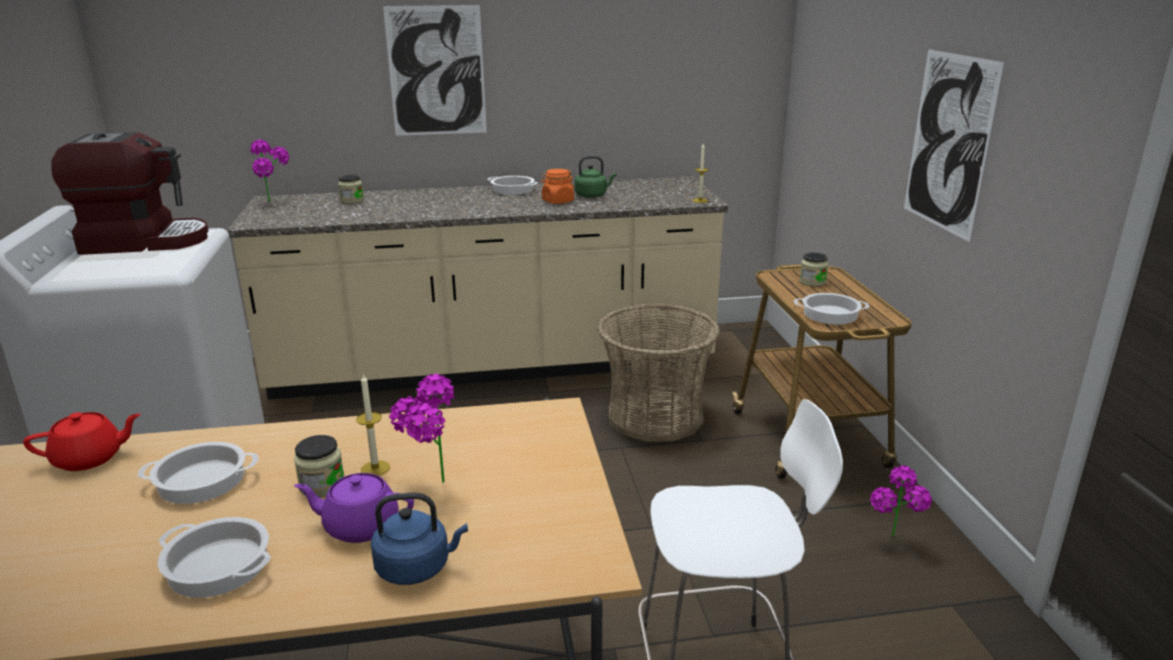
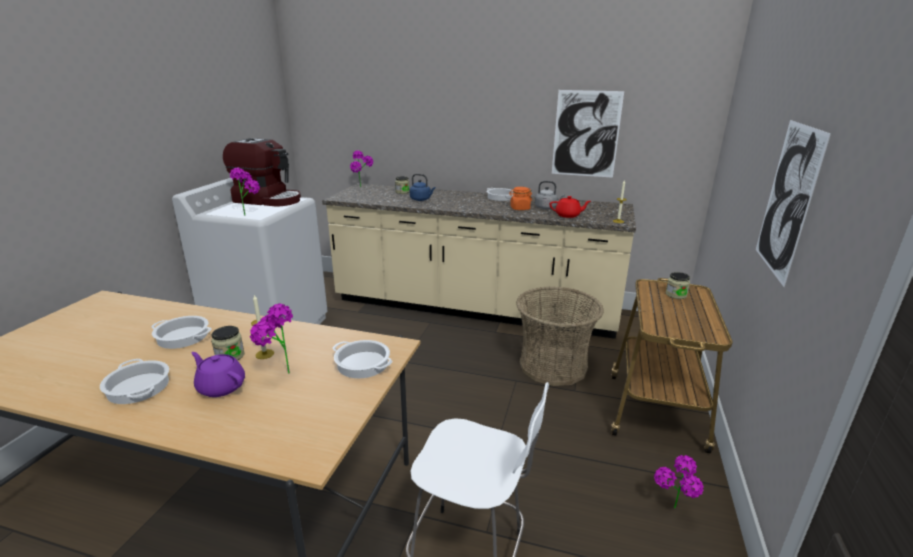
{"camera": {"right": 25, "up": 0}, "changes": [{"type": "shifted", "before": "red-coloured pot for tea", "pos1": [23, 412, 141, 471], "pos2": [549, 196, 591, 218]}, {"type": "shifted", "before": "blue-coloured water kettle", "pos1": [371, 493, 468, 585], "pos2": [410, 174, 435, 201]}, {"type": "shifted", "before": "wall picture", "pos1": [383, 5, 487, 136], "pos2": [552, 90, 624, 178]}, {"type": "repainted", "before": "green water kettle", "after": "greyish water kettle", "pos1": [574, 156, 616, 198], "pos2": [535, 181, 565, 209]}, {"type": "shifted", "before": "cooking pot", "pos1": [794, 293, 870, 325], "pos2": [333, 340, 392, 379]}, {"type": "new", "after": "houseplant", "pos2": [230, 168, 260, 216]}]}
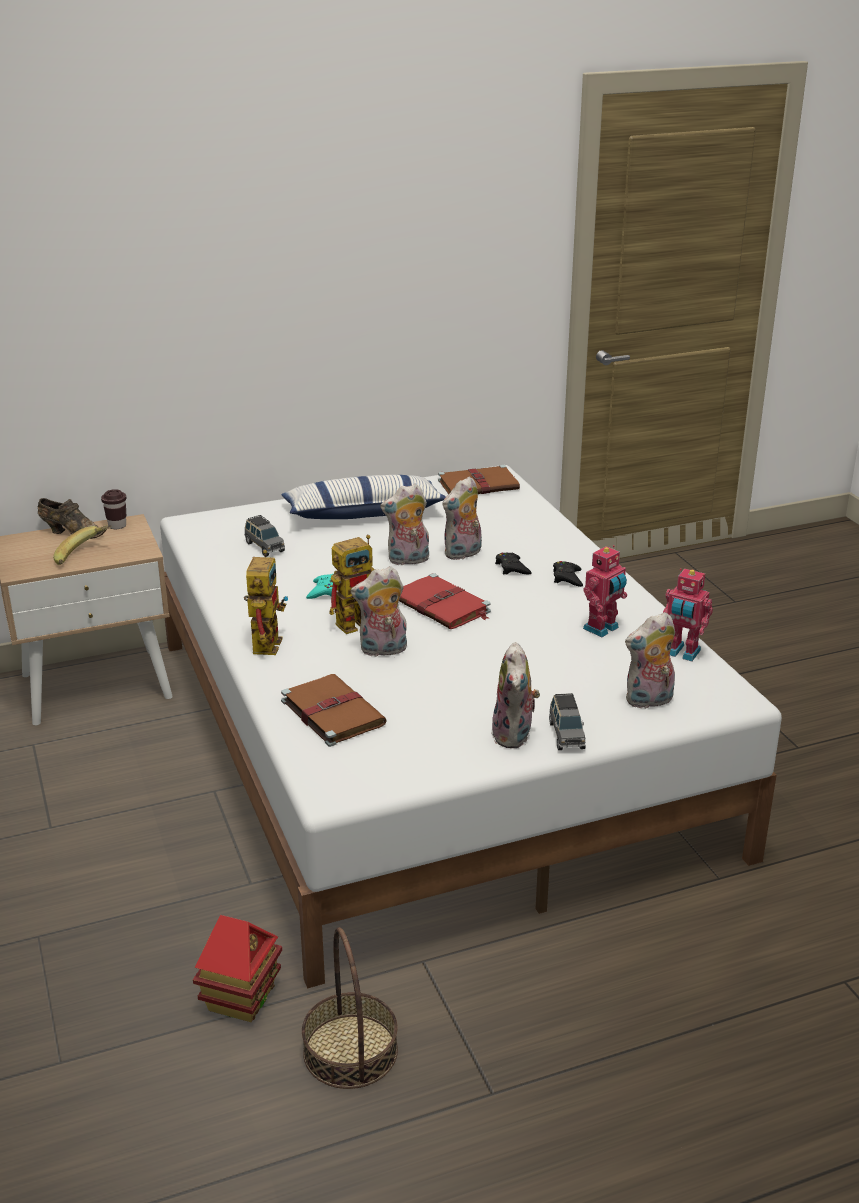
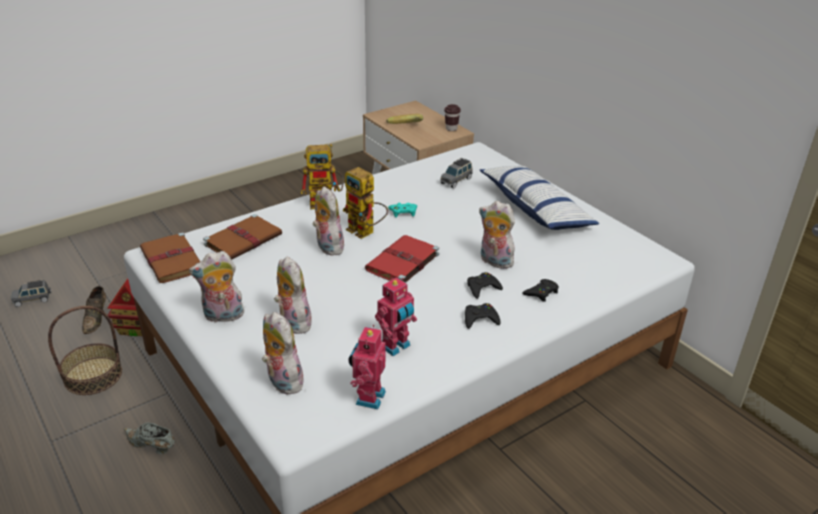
{"camera": {"right": 75, "up": 5}, "changes": [{"type": "shifted", "before": "brown shoe", "pos1": [38, 498, 106, 539], "pos2": [82, 286, 106, 334]}, {"type": "shifted", "before": "plush toy", "pos1": [380, 484, 429, 566], "pos2": [274, 257, 312, 334]}, {"type": "shifted", "before": "brown book", "pos1": [438, 465, 520, 495], "pos2": [140, 232, 201, 283]}, {"type": "shifted", "before": "greyish miniature car", "pos1": [549, 693, 586, 750], "pos2": [11, 280, 51, 307]}, {"type": "rotated", "before": "toy robot", "pos1": [583, 545, 627, 637], "pos2": [375, 277, 417, 356], "turn": -75}, {"type": "new", "after": "greyish shoe", "pos2": [123, 422, 175, 454]}, {"type": "new", "after": "blackish joypad", "pos2": [522, 279, 559, 302]}]}
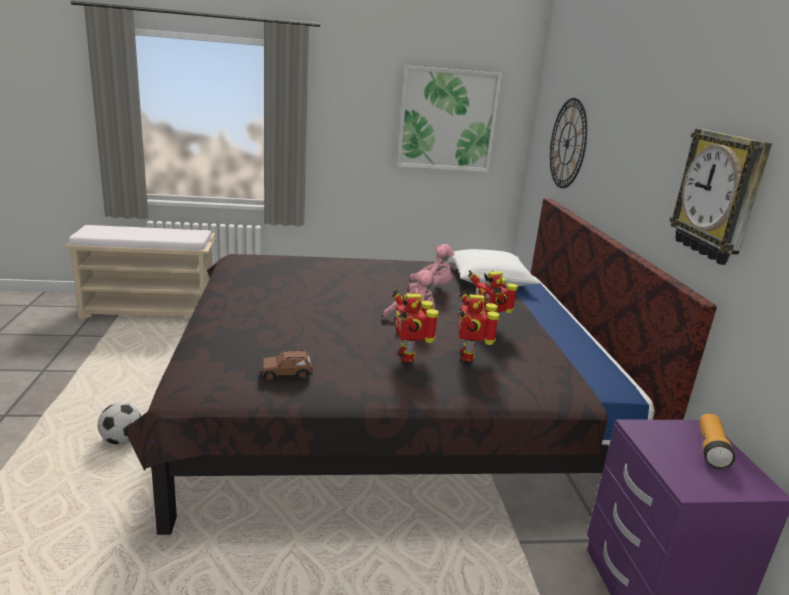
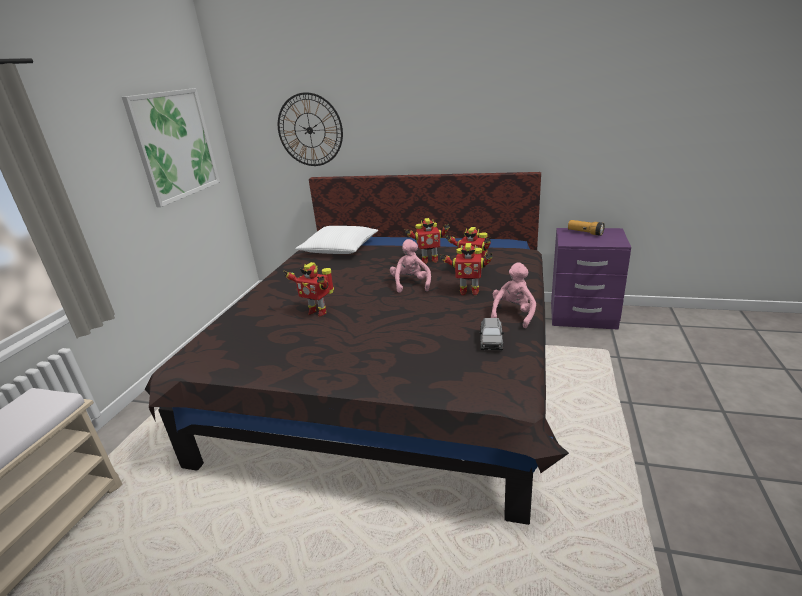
{"camera": {"right": -65, "up": 5}, "changes": [{"type": "gone", "before": "football ball", "pos1": [98, 402, 141, 445]}, {"type": "repainted", "before": "brown miniature car", "after": "greyish miniature car", "pos1": [262, 350, 313, 381], "pos2": [480, 318, 504, 350]}, {"type": "shifted", "before": "pinkish plush toy", "pos1": [408, 244, 455, 292], "pos2": [491, 262, 536, 328]}, {"type": "gone", "before": "clock on the wall", "pos1": [669, 129, 772, 265]}, {"type": "new", "after": "toy robot", "pos2": [283, 262, 334, 317]}]}
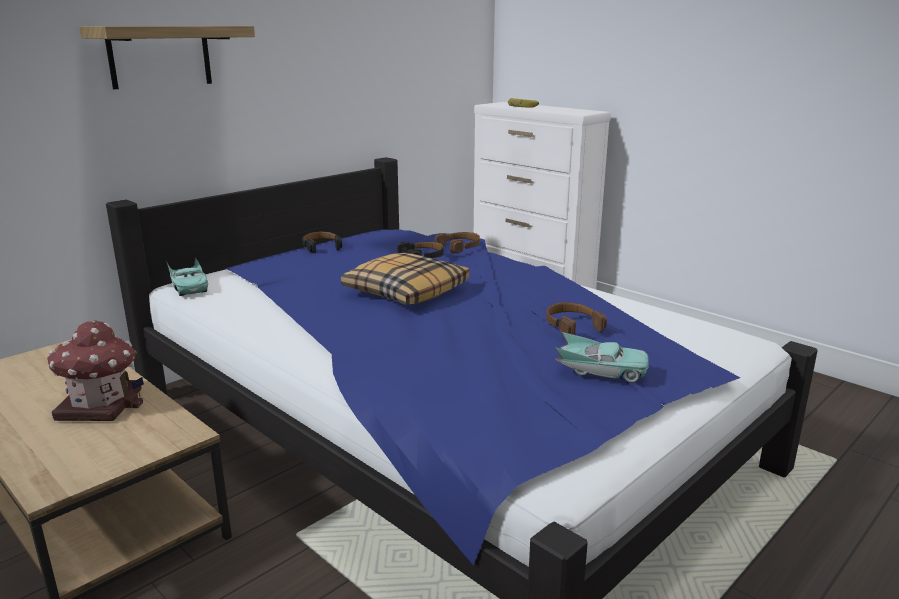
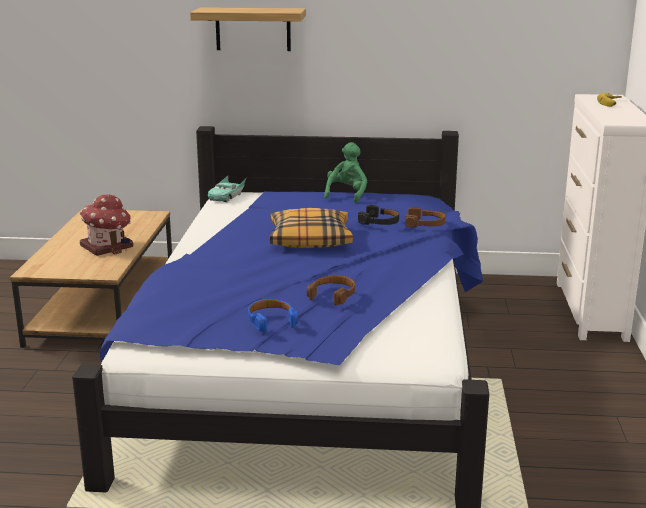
{"camera": {"right": 50, "up": 0}, "changes": [{"type": "swapped", "before": "blackish headphones", "after": "green plush toy", "pos1": [302, 231, 342, 253], "pos2": [324, 142, 367, 203]}, {"type": "swapped", "before": "turquoise miniature car", "after": "blue-coloured headphones", "pos1": [555, 332, 649, 383], "pos2": [248, 299, 298, 333]}]}
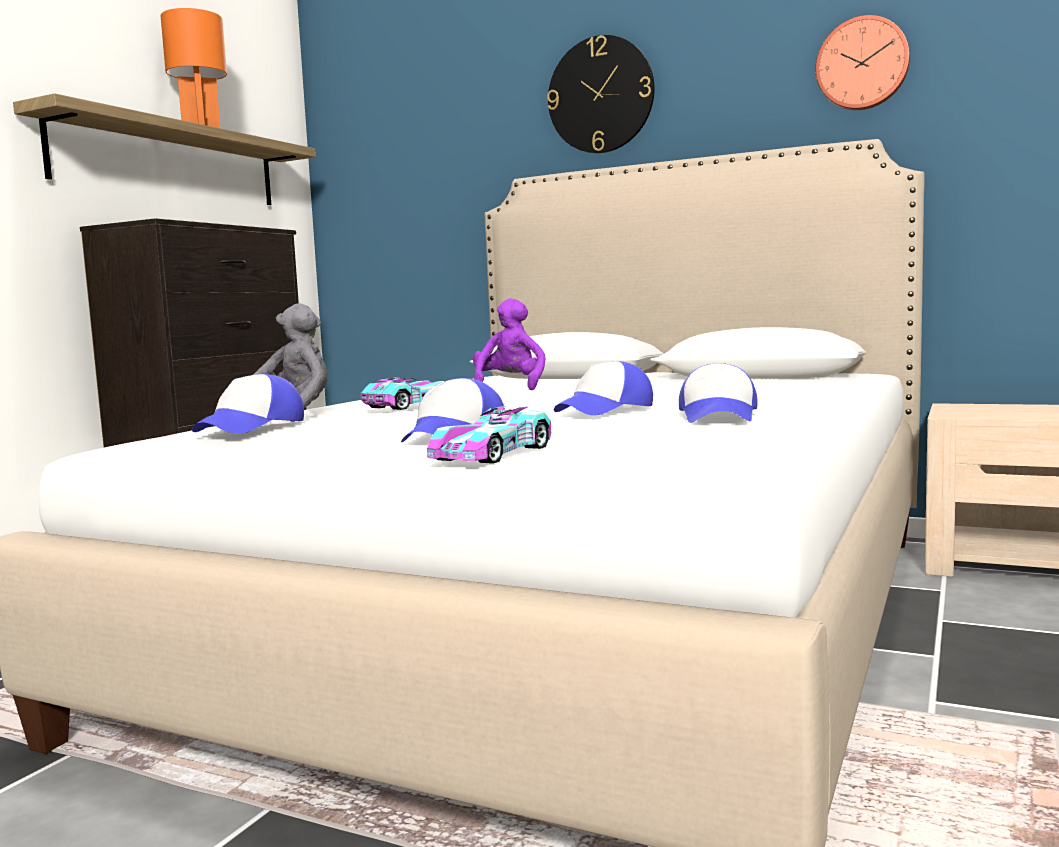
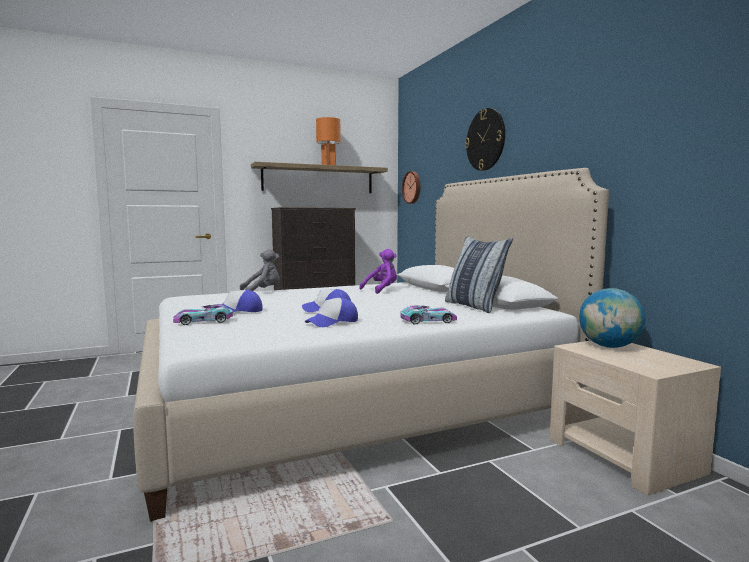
{"camera": {"right": 40, "up": 0}, "changes": [{"type": "gone", "before": "peaked cap", "pos1": [192, 374, 304, 434]}, {"type": "shifted", "before": "miniature car", "pos1": [361, 377, 444, 410], "pos2": [401, 305, 457, 324]}, {"type": "shifted", "before": "clock on the wall", "pos1": [815, 15, 910, 110], "pos2": [402, 171, 420, 204]}, {"type": "new", "after": "cushion", "pos2": [445, 236, 513, 313]}, {"type": "new", "after": "globe", "pos2": [579, 288, 645, 348]}]}
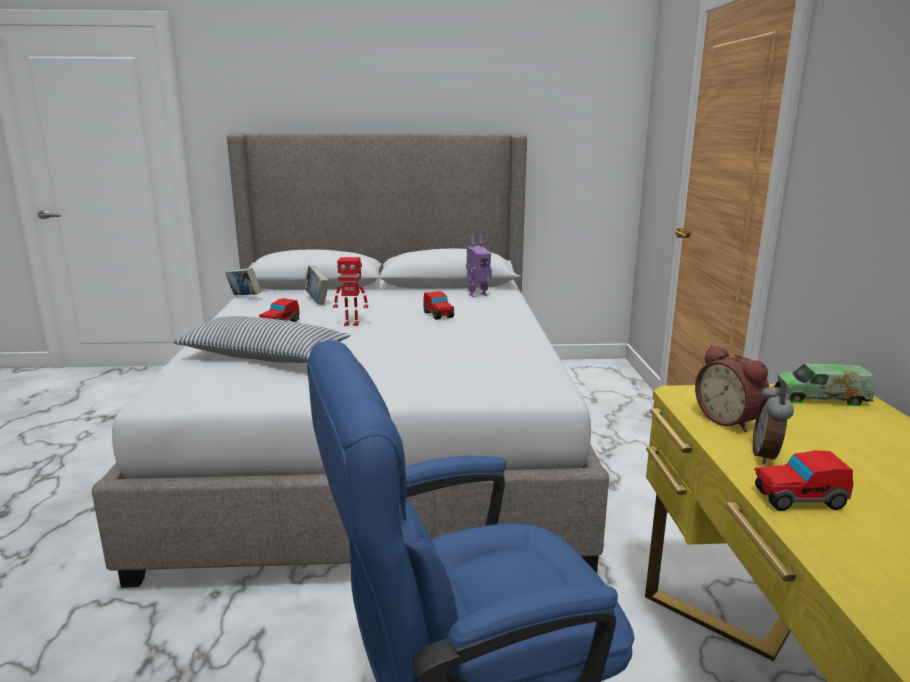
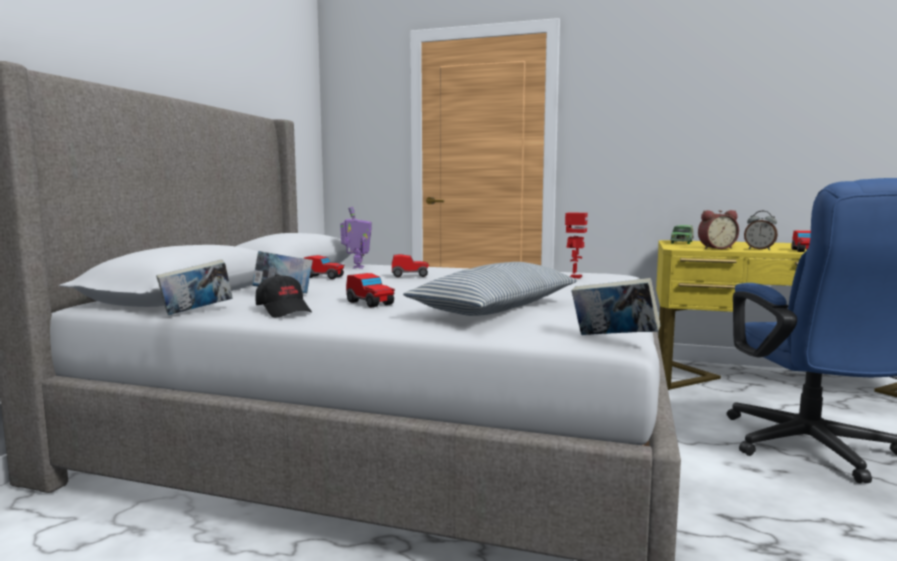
{"camera": {"right": -70, "up": -10}, "changes": [{"type": "shifted", "before": "toy robot", "pos1": [333, 257, 368, 326], "pos2": [565, 213, 588, 279]}, {"type": "new", "after": "blackish peaked cap", "pos2": [255, 274, 312, 318]}, {"type": "new", "after": "miniature car", "pos2": [304, 255, 345, 279]}, {"type": "new", "after": "book", "pos2": [572, 278, 660, 335]}]}
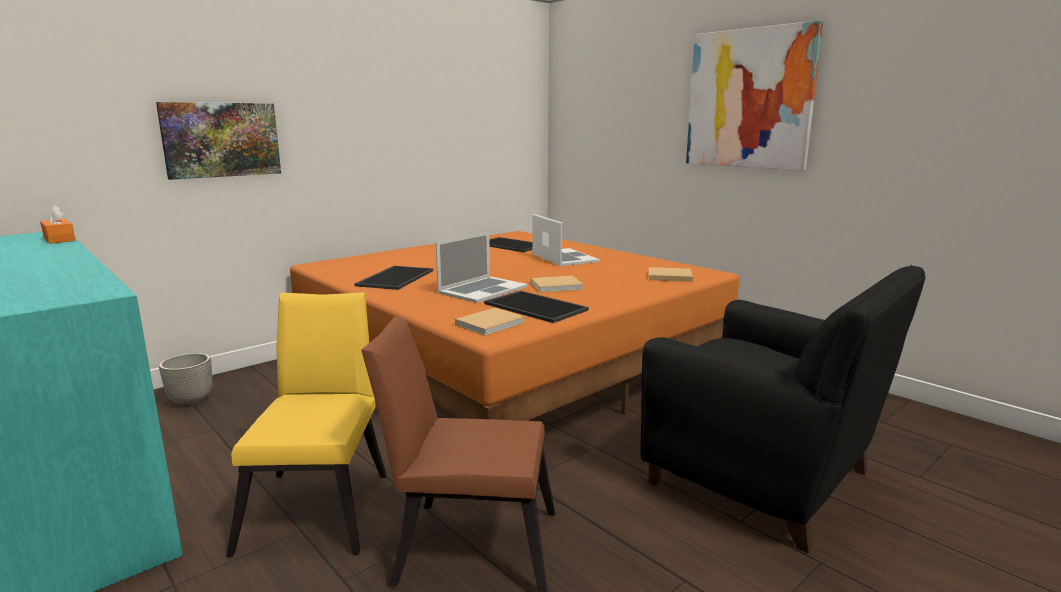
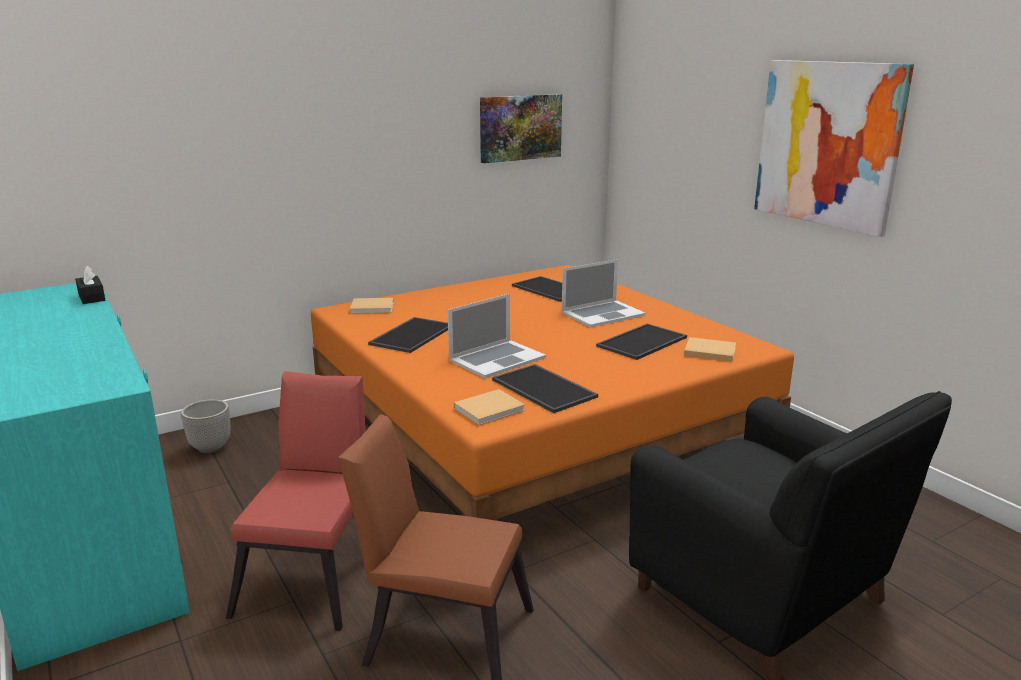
{"camera": {"right": 10, "up": 5}, "changes": [{"type": "repainted", "before": "orangey box of tissues", "after": "blackish box of tissues", "pos1": [40, 205, 76, 244], "pos2": [75, 266, 105, 304]}, {"type": "shifted", "before": "wall picture", "pos1": [156, 102, 281, 180], "pos2": [480, 94, 562, 163]}, {"type": "repainted", "before": "yellowish chair", "after": "red-coloured chair", "pos1": [226, 292, 387, 557], "pos2": [226, 371, 366, 631]}, {"type": "shifted", "before": "beige-coloured book", "pos1": [531, 276, 584, 293], "pos2": [350, 298, 394, 314]}, {"type": "rotated", "before": "notebook computer", "pos1": [532, 214, 600, 266], "pos2": [562, 259, 646, 327], "turn": 75}, {"type": "new", "after": "tray", "pos2": [596, 324, 687, 360]}]}
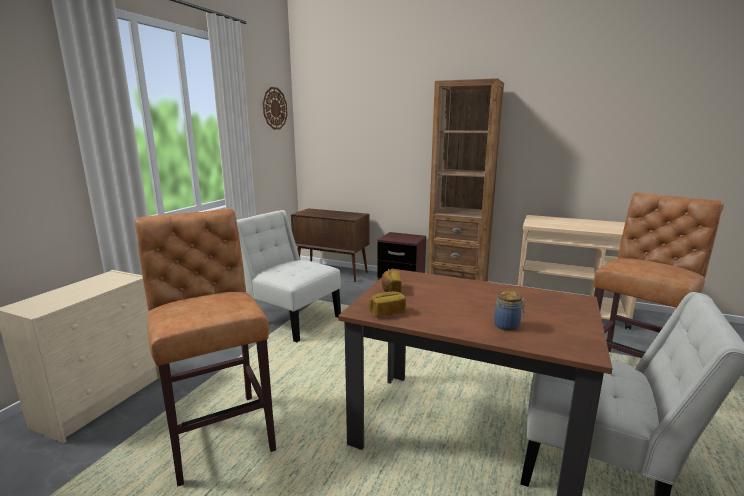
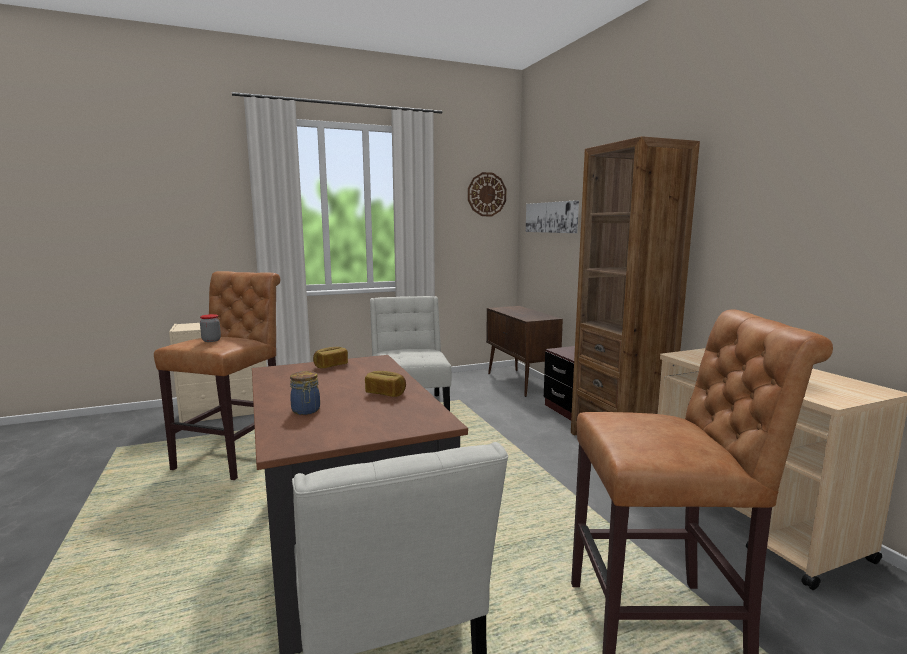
{"camera": {"right": 45, "up": -5}, "changes": [{"type": "shifted", "before": "bread", "pos1": [369, 291, 406, 317], "pos2": [365, 371, 406, 397]}, {"type": "new", "after": "jar", "pos2": [200, 314, 221, 342]}, {"type": "new", "after": "wall picture", "pos2": [526, 200, 579, 233]}]}
